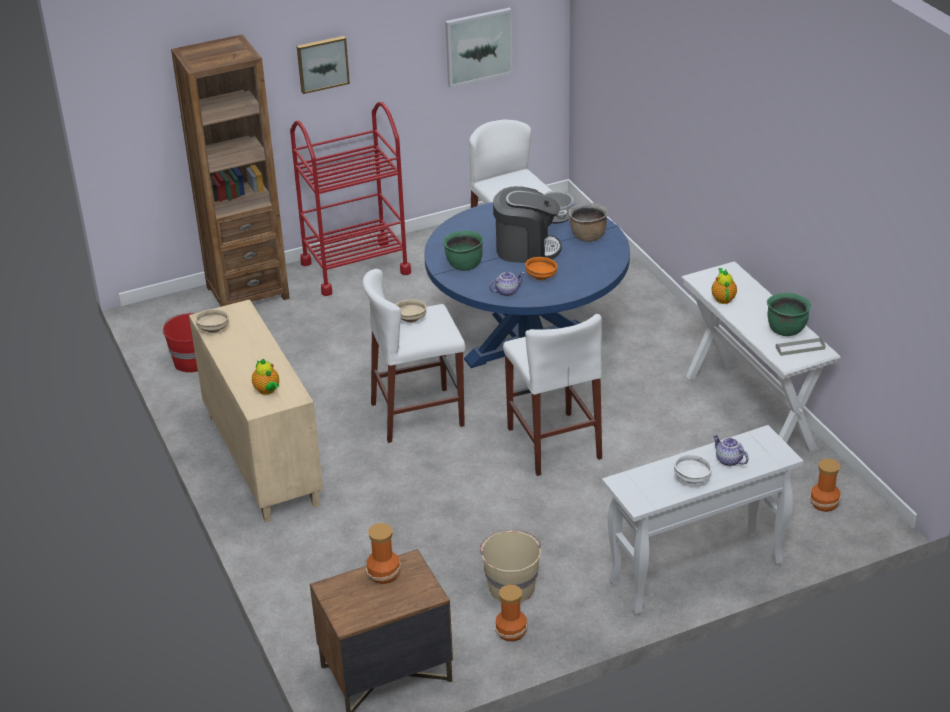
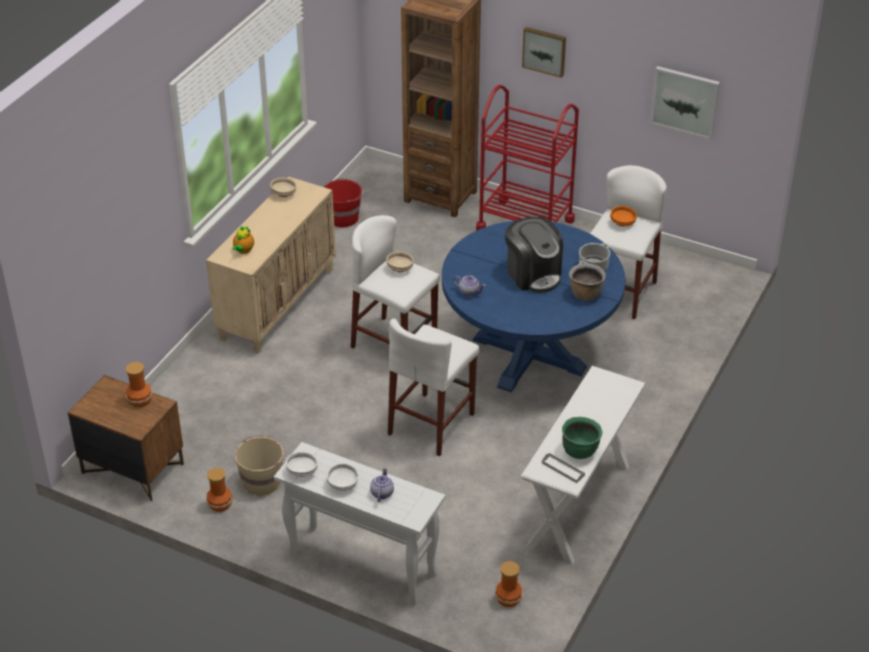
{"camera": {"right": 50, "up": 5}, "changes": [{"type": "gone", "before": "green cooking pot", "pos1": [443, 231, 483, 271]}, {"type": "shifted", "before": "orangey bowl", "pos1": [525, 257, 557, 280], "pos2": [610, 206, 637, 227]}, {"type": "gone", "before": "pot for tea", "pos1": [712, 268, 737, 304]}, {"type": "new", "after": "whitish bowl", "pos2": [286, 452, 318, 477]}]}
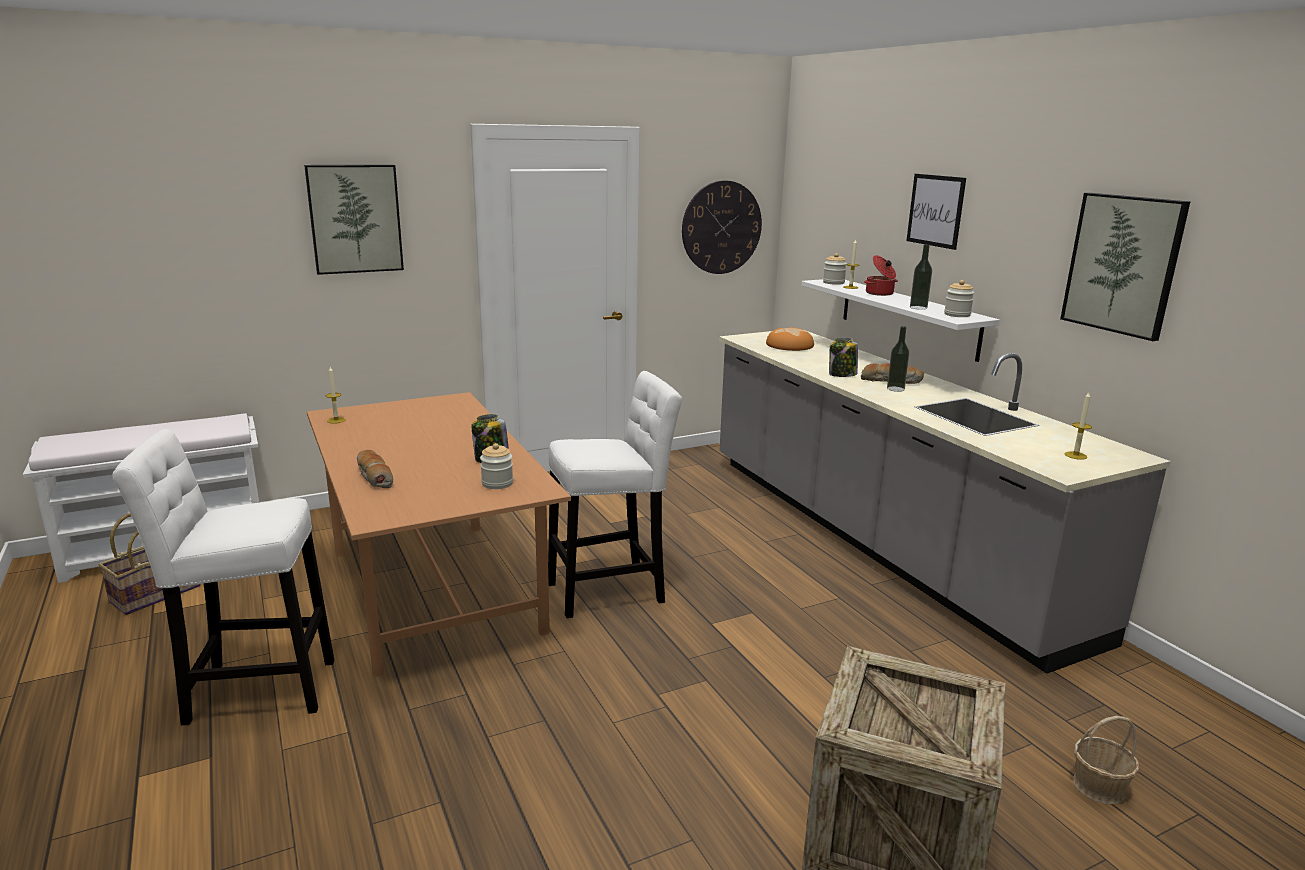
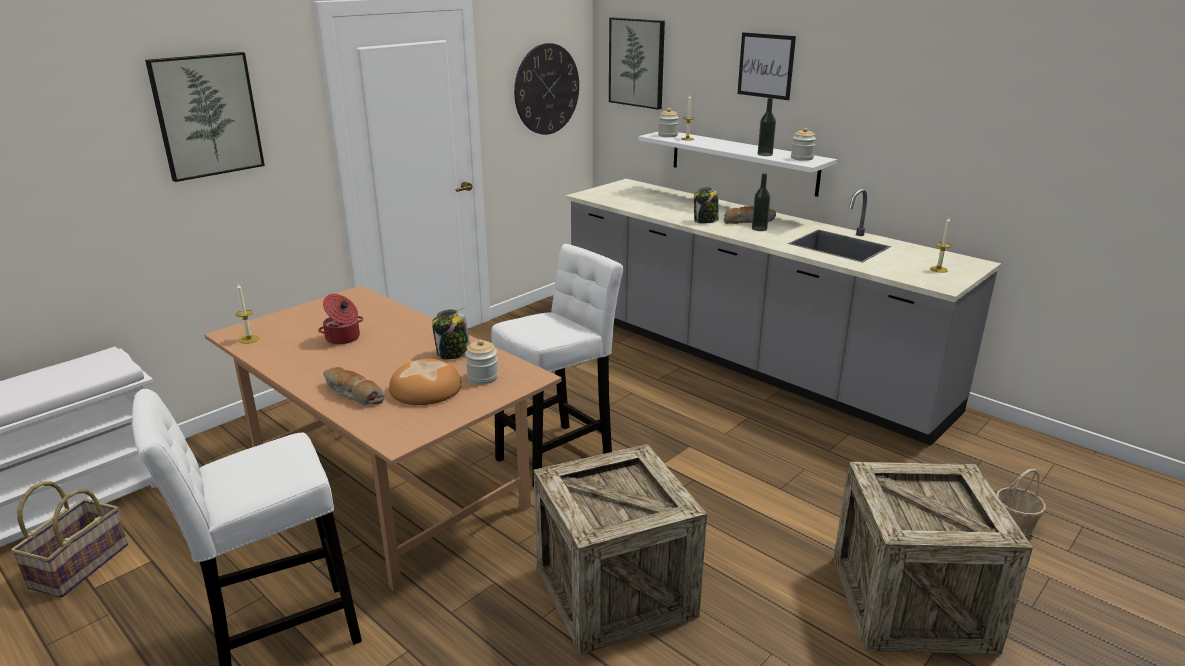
{"camera": {"right": -20, "up": 5}, "changes": [{"type": "shifted", "before": "bread", "pos1": [766, 327, 814, 351], "pos2": [389, 359, 462, 405]}, {"type": "shifted", "before": "cooking pot", "pos1": [864, 255, 898, 296], "pos2": [318, 294, 363, 344]}, {"type": "shifted", "before": "wall picture", "pos1": [1060, 193, 1190, 341], "pos2": [609, 18, 665, 110]}, {"type": "new", "after": "shipping crate", "pos2": [533, 444, 707, 655]}]}
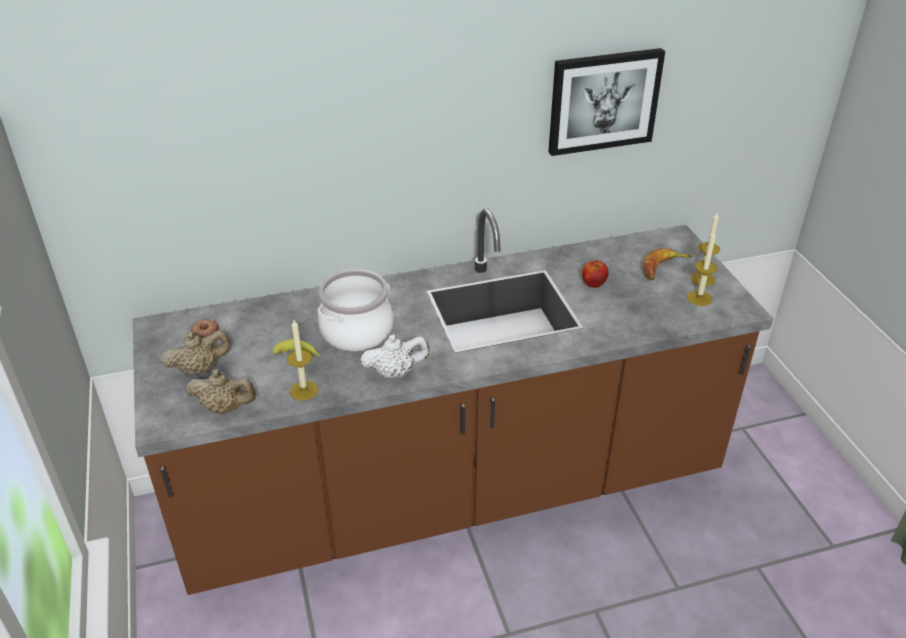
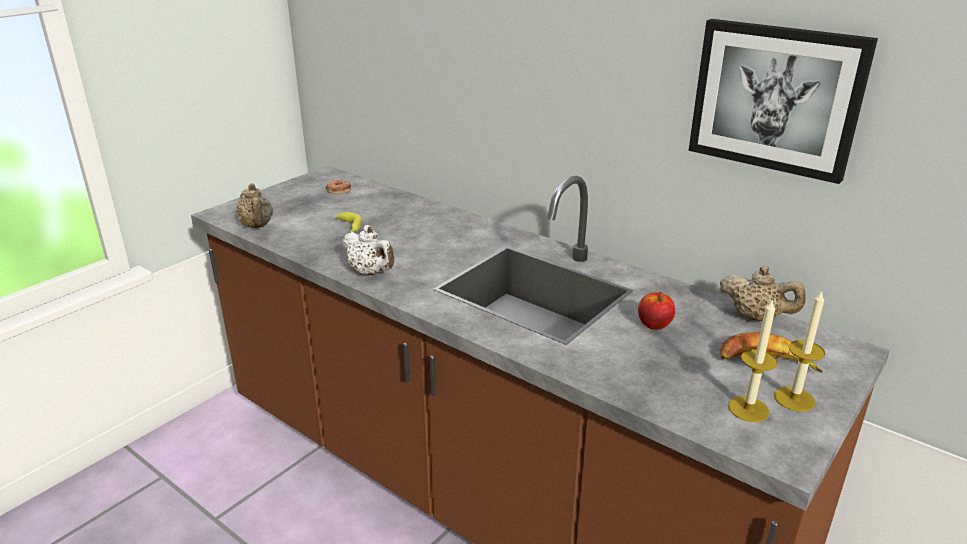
{"camera": {"right": 55, "up": -10}, "changes": [{"type": "shifted", "before": "beige-coloured pot for tea", "pos1": [160, 330, 231, 377], "pos2": [719, 266, 806, 321]}, {"type": "gone", "before": "wax candle", "pos1": [287, 320, 318, 401]}, {"type": "gone", "before": "cooking pot", "pos1": [318, 269, 394, 351]}]}
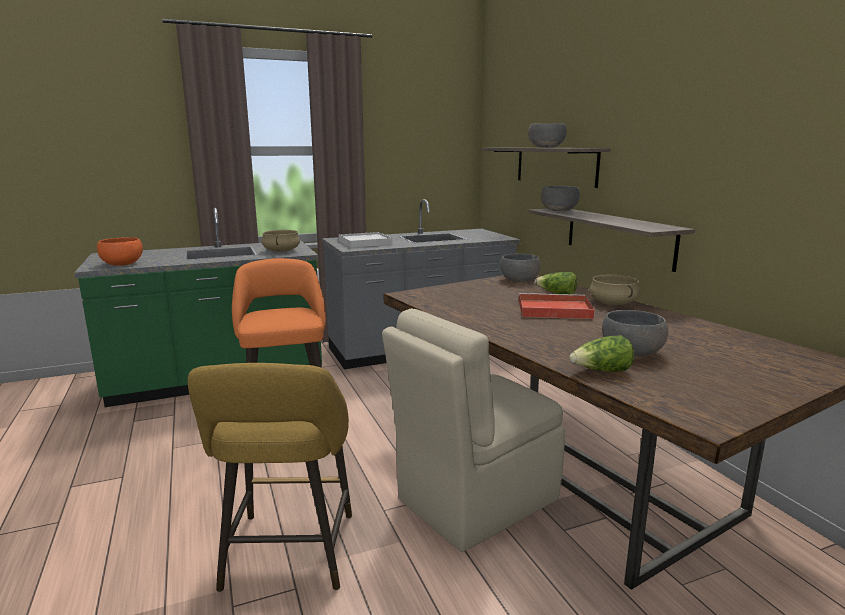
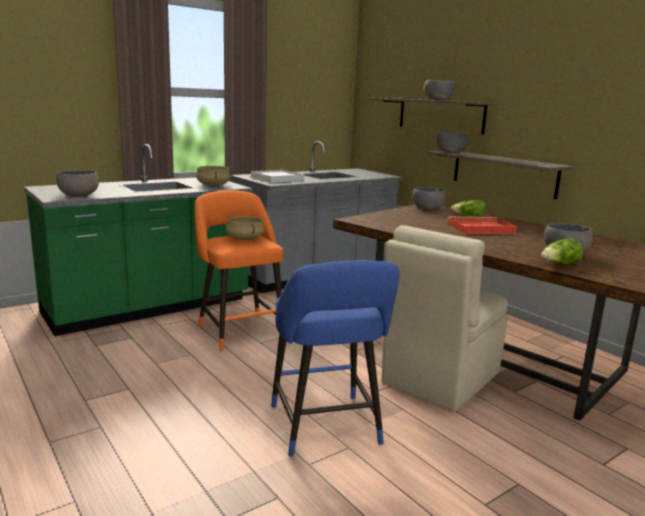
{"camera": {"right": -15, "up": 0}, "changes": [{"type": "repainted", "before": "orangey bowl", "after": "greyish bowl", "pos1": [97, 237, 143, 266], "pos2": [56, 170, 99, 197]}, {"type": "repainted", "before": "yellowish stool", "after": "blue-coloured stool", "pos1": [188, 363, 352, 592], "pos2": [271, 260, 399, 457]}, {"type": "shifted", "before": "beige-coloured cooking pot", "pos1": [589, 275, 640, 305], "pos2": [226, 216, 264, 240]}]}
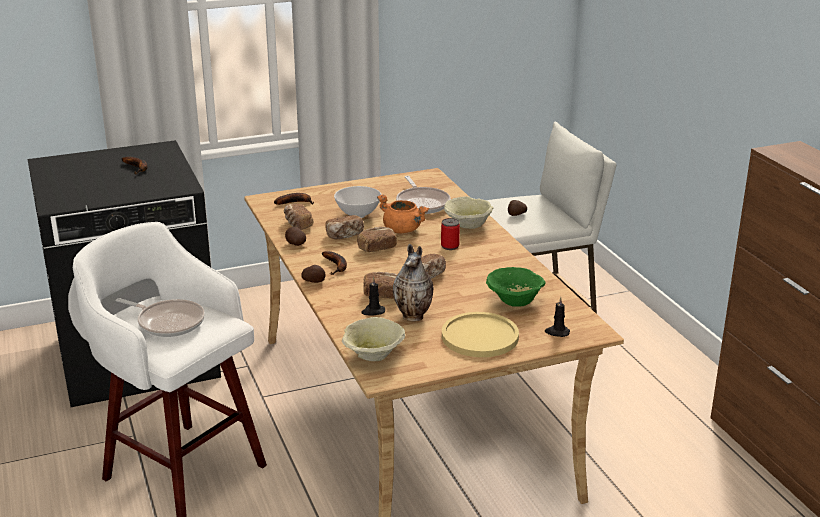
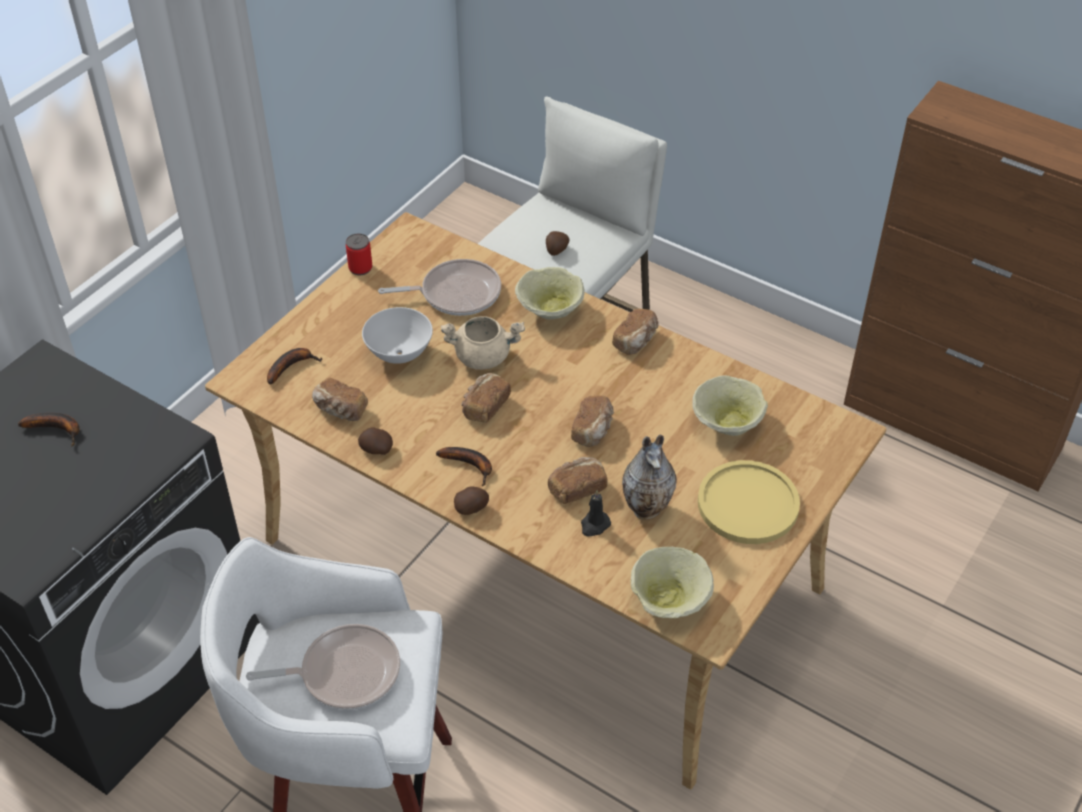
{"camera": {"right": -35, "up": 20}, "changes": [{"type": "shifted", "before": "bread", "pos1": [326, 215, 364, 239], "pos2": [612, 309, 659, 355]}, {"type": "repainted", "before": "orangey cooking pot", "after": "beige-coloured cooking pot", "pos1": [377, 195, 429, 234], "pos2": [441, 316, 525, 370]}, {"type": "rotated", "before": "pan", "pos1": [396, 176, 451, 214], "pos2": [378, 259, 501, 316], "turn": -45}, {"type": "shifted", "before": "sealed can", "pos1": [441, 218, 460, 250], "pos2": [346, 233, 373, 275]}, {"type": "repainted", "before": "green bowl", "after": "beige-coloured bowl", "pos1": [486, 267, 546, 307], "pos2": [692, 375, 768, 436]}, {"type": "gone", "before": "blackish wax candle", "pos1": [545, 297, 570, 337]}]}
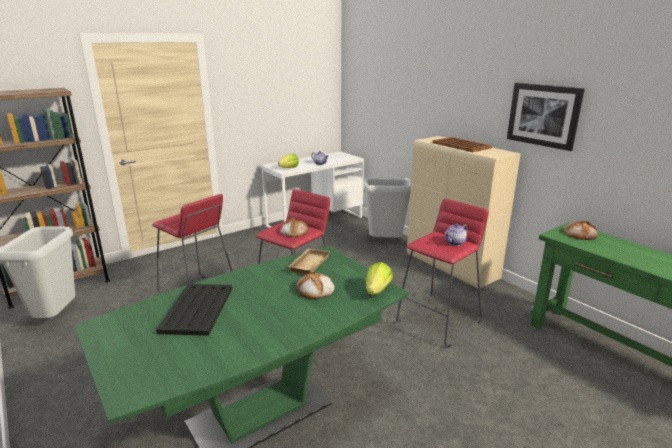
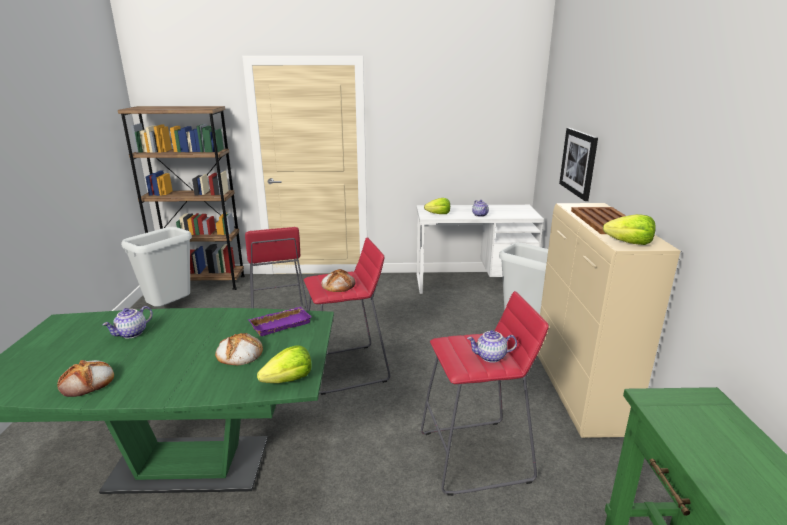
{"camera": {"right": 35, "up": 0}, "changes": [{"type": "swapped", "before": "blackish tray", "after": "pot for tea", "pos1": [156, 284, 232, 336], "pos2": [103, 306, 153, 338]}, {"type": "repainted", "before": "beige-coloured tray", "after": "purple tray", "pos1": [288, 248, 330, 275], "pos2": [248, 307, 312, 336]}, {"type": "shifted", "before": "wall picture", "pos1": [507, 83, 585, 151], "pos2": [559, 128, 598, 201]}, {"type": "shifted", "before": "bread", "pos1": [564, 221, 598, 240], "pos2": [57, 360, 114, 397]}, {"type": "new", "after": "lettuce", "pos2": [603, 214, 656, 245]}]}
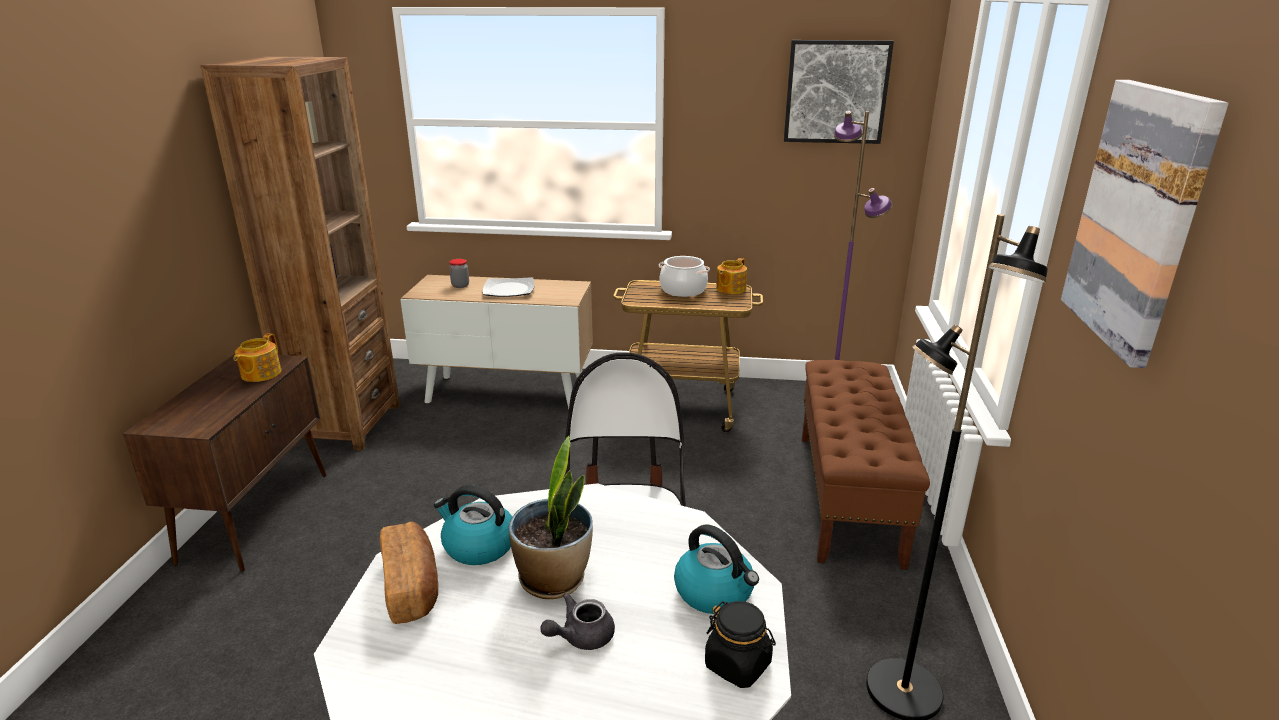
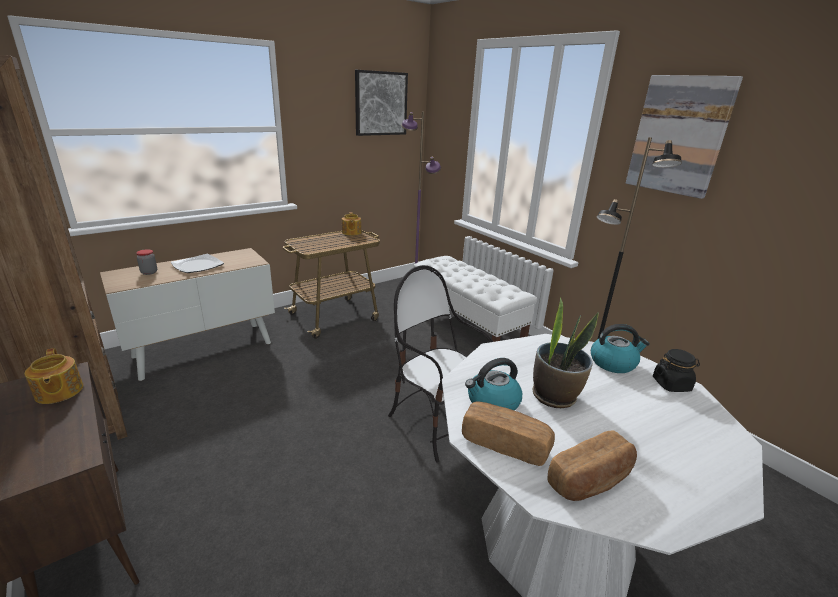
{"camera": {"right": -45, "up": 0}, "changes": [{"type": "gone", "before": "greyish pot for tea", "pos1": [541, 593, 615, 650]}, {"type": "gone", "before": "cooking pot", "pos1": [659, 256, 710, 297]}, {"type": "repainted", "before": "brown long seat", "after": "whitish long seat", "pos1": [802, 360, 930, 570], "pos2": [413, 256, 537, 342]}, {"type": "new", "after": "bread", "pos2": [548, 430, 637, 501]}]}
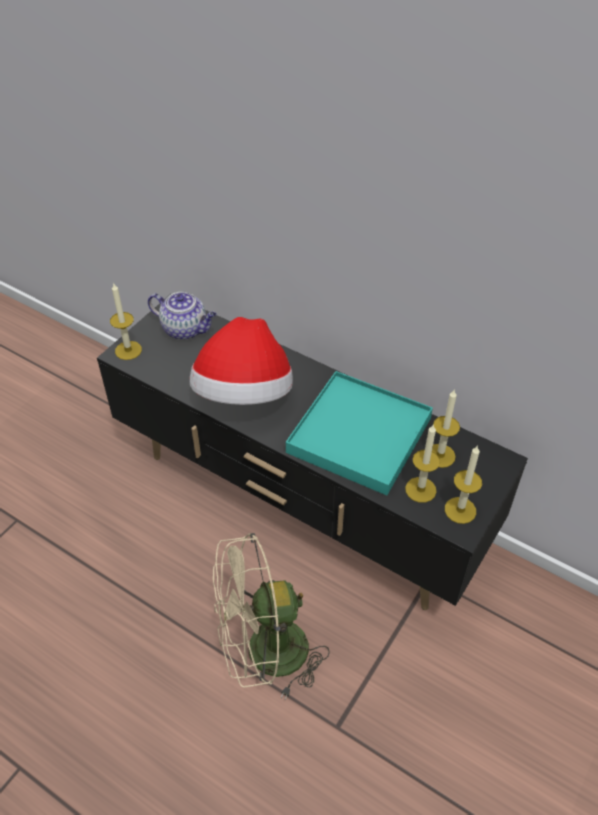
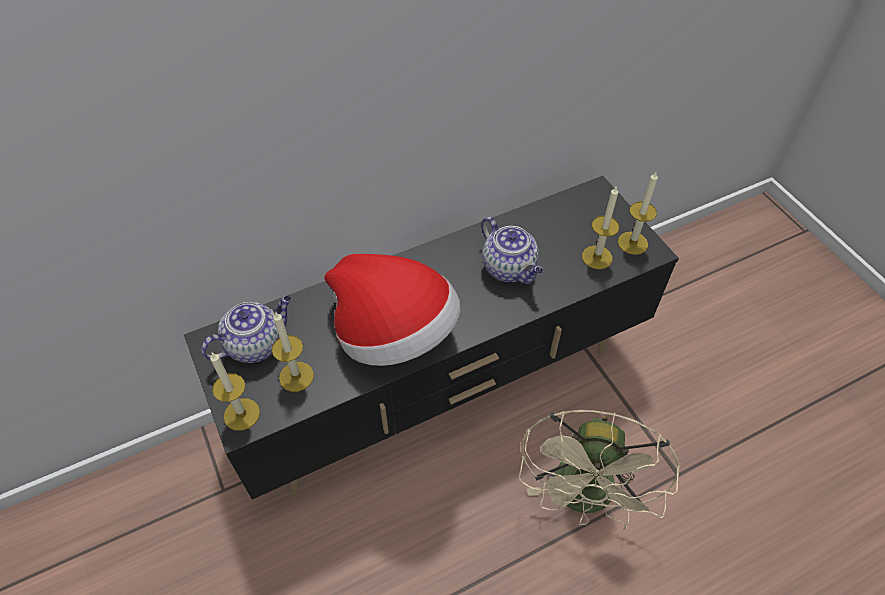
{"camera": {"right": -60, "up": 5}, "changes": [{"type": "swapped", "before": "turquoise tray", "after": "pot for tea", "pos1": [286, 371, 433, 495], "pos2": [481, 216, 543, 284]}, {"type": "shifted", "before": "wax candle", "pos1": [432, 390, 460, 468], "pos2": [272, 311, 314, 392]}]}
